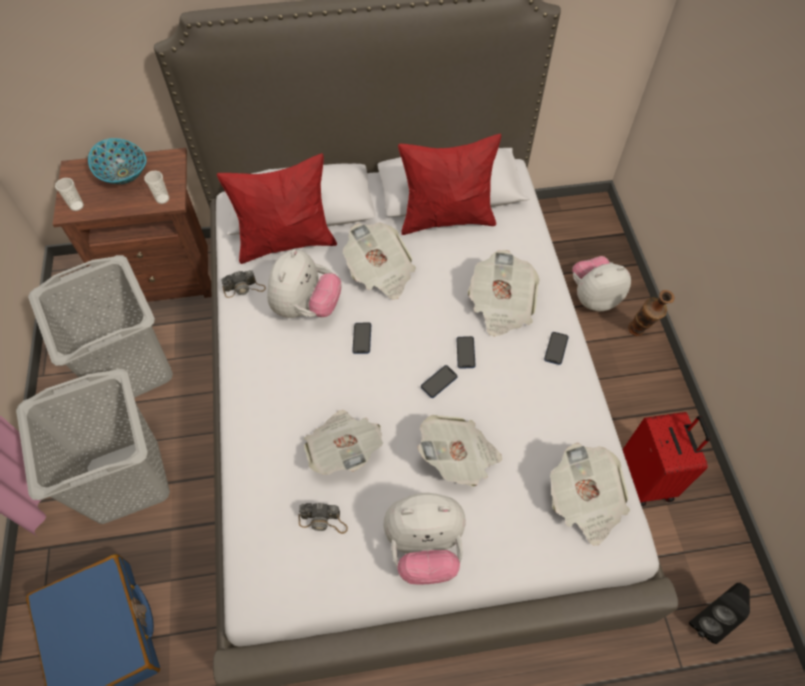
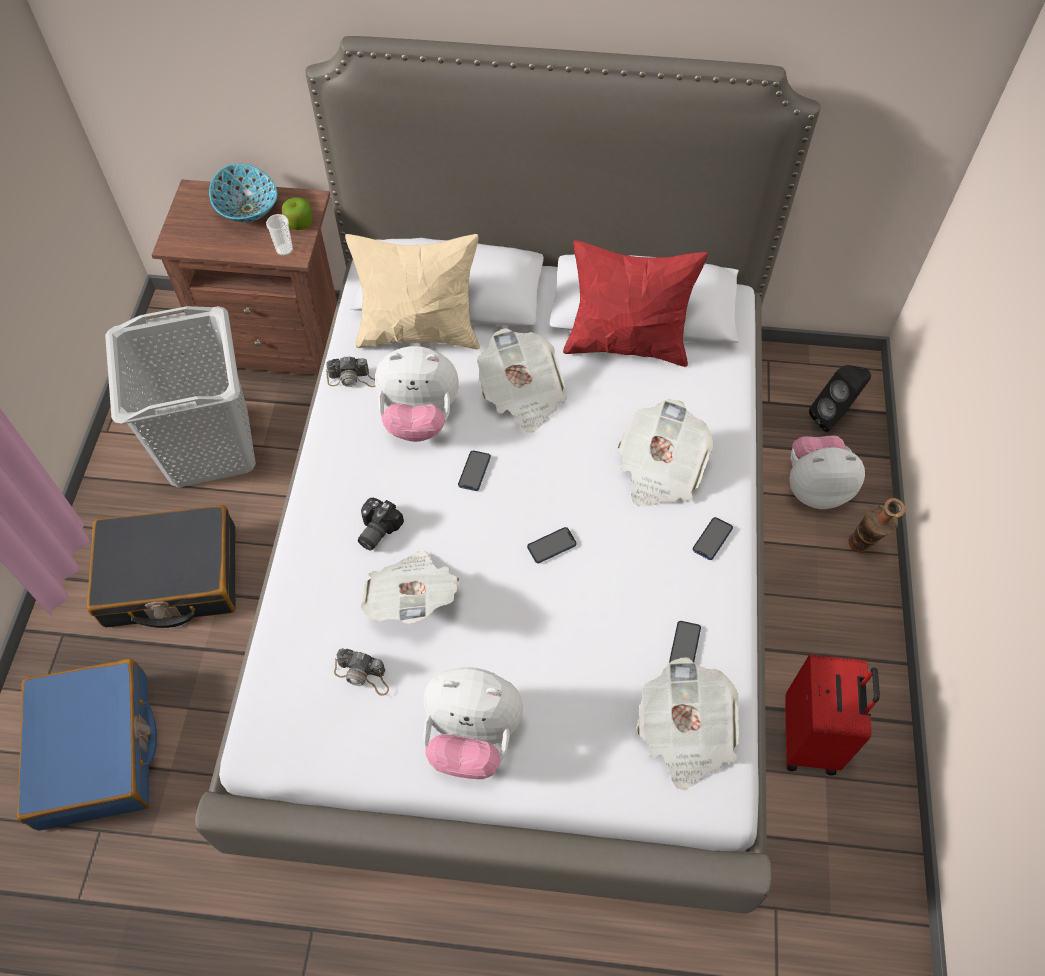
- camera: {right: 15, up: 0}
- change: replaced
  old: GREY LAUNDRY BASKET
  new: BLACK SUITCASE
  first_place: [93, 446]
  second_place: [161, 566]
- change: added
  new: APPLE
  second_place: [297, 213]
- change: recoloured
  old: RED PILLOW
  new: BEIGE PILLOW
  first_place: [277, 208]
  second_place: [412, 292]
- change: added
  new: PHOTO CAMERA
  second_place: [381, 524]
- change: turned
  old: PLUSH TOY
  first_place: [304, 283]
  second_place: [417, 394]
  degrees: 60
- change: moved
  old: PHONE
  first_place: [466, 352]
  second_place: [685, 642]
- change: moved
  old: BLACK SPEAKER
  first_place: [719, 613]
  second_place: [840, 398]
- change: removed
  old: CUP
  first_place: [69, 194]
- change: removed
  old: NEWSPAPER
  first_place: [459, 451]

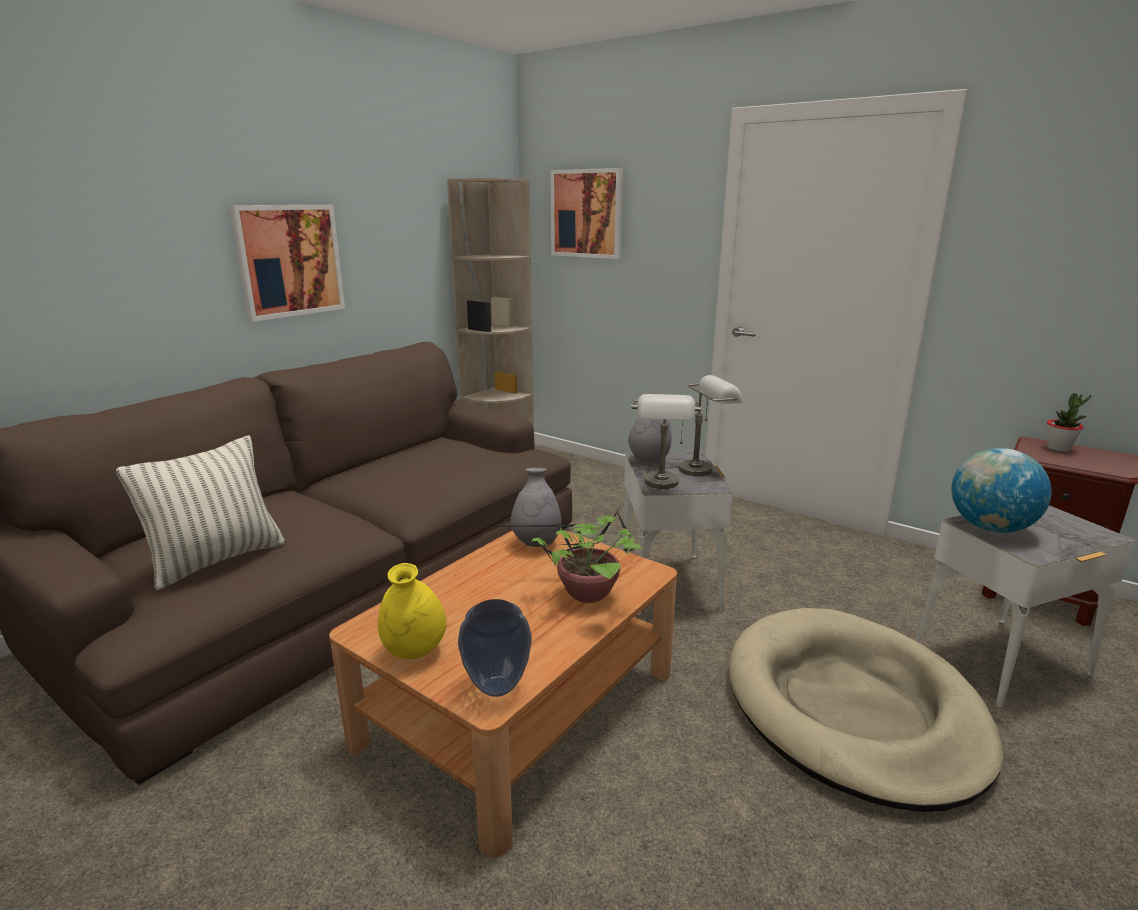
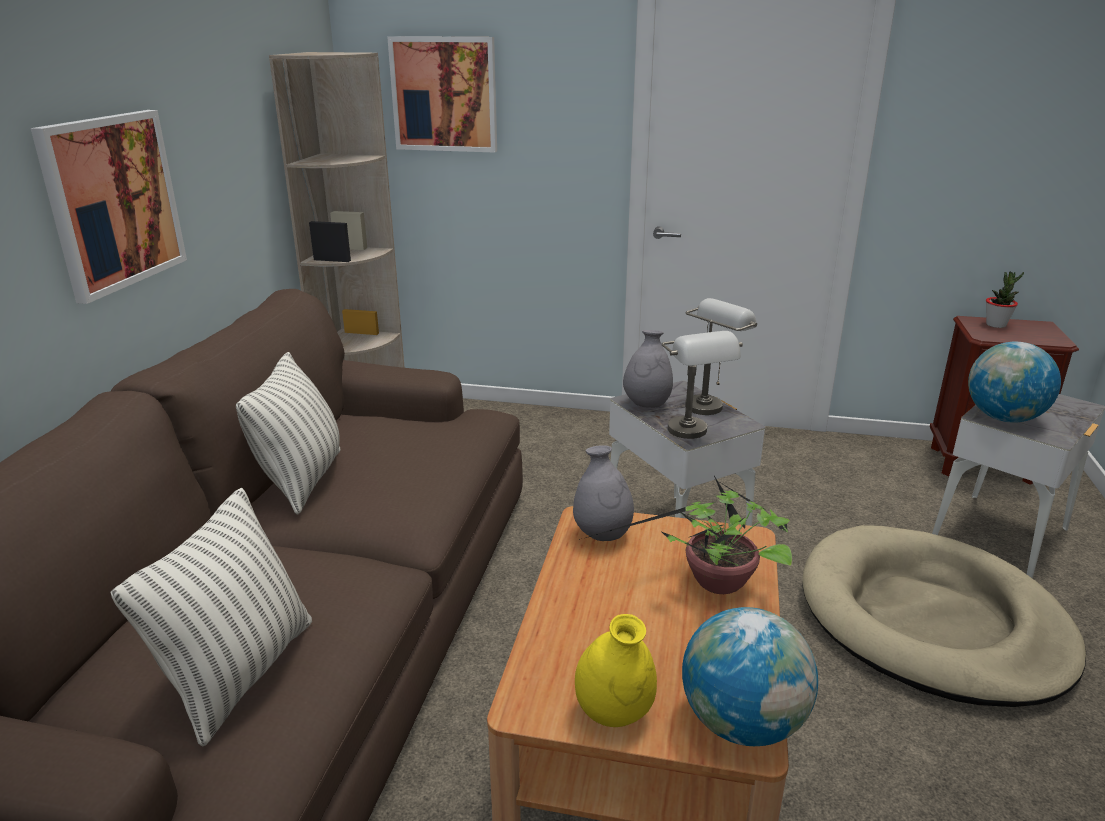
- camera: {right: -25, up: 5}
- change: added
  new: PILLOW
  second_place: [288, 433]
- change: replaced
  old: VASE
  new: GLOBE
  first_place: [495, 648]
  second_place: [750, 676]

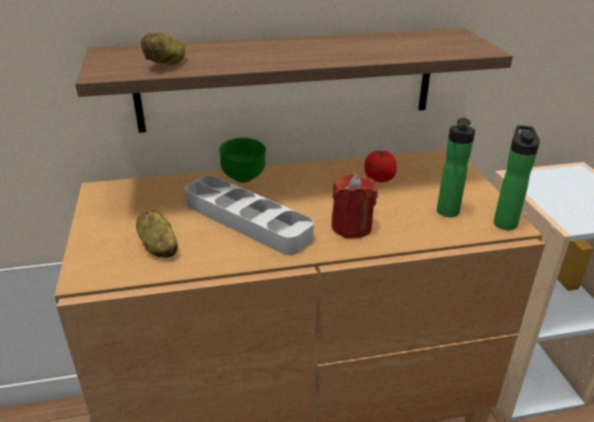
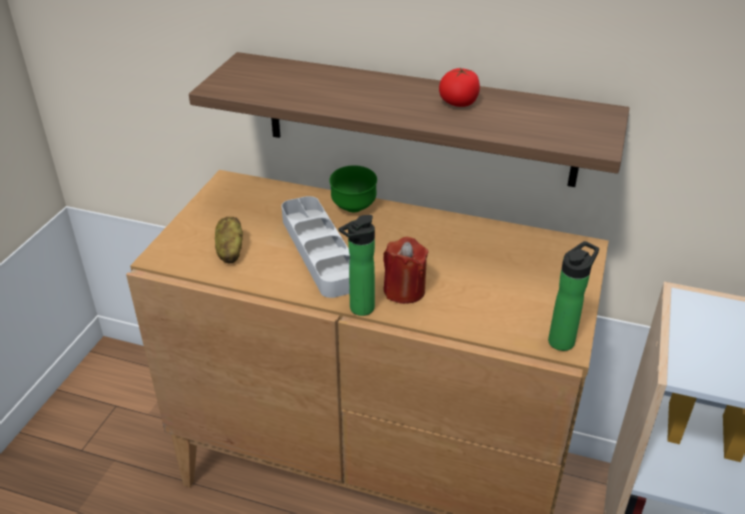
- camera: {right: 30, up: 5}
- change: moved
  old: BOTTLE
  first_place: [456, 167]
  second_place: [357, 265]
- change: moved
  old: TOMATO
  first_place: [380, 166]
  second_place: [459, 87]
- change: removed
  old: POTATO
  first_place: [163, 48]

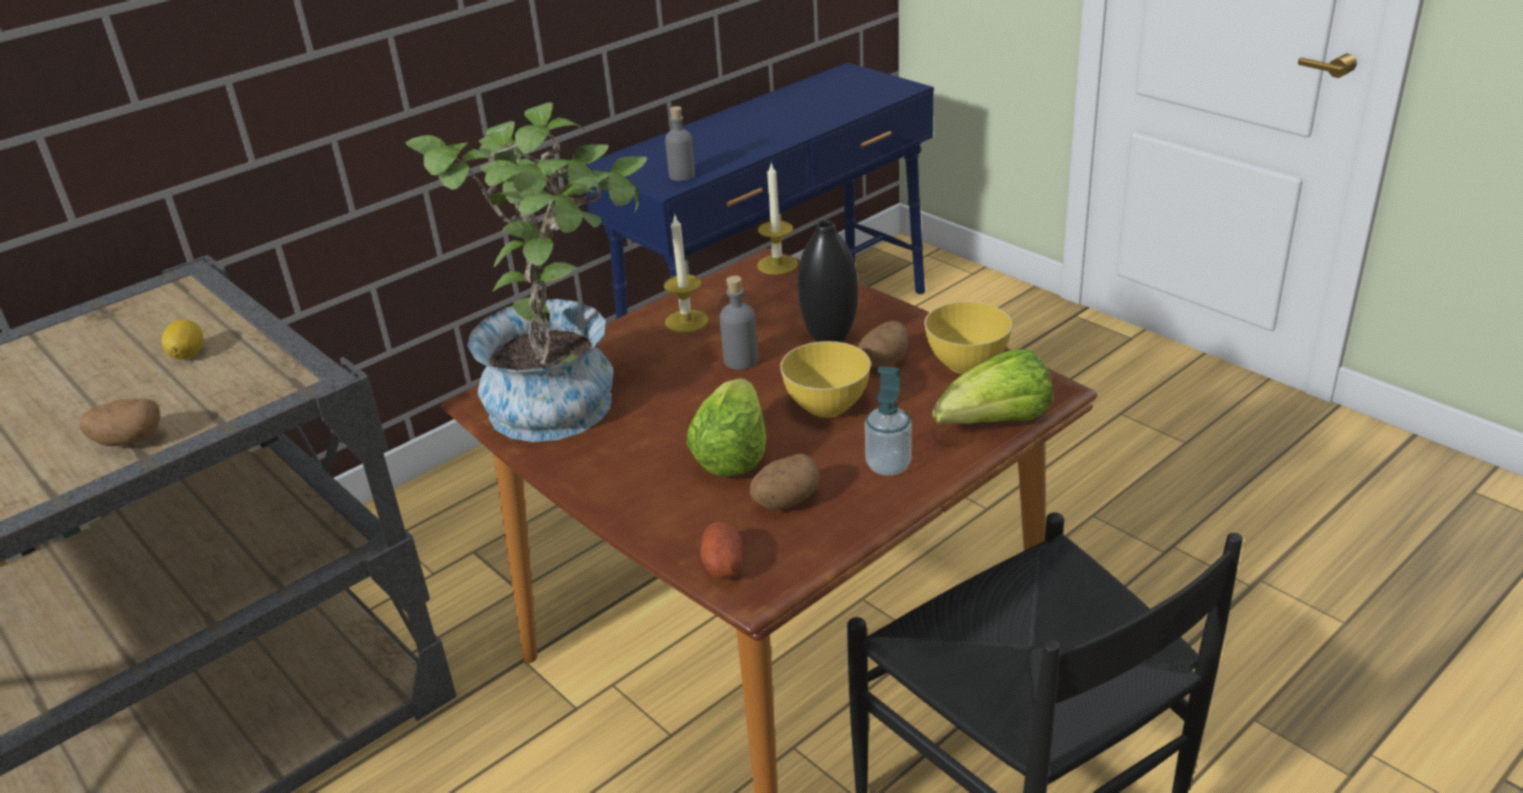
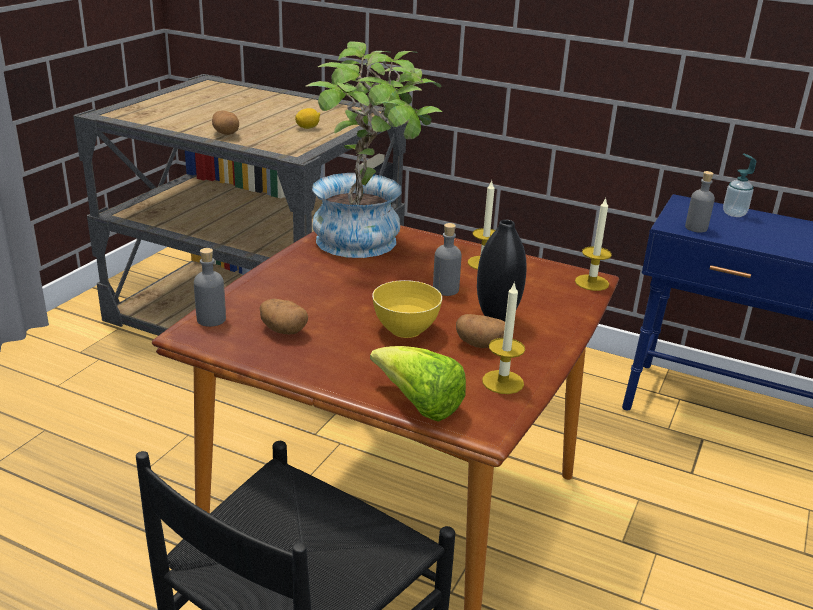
- camera: {right: 65, up: -5}
- change: replaced
  old: POTATO
  new: GREY BOTTLE
  first_place: [721, 550]
  second_place: [210, 287]
- change: replaced
  old: YELLOW BOWL
  new: CANDLE
  first_place: [968, 337]
  second_place: [503, 337]
- change: moved
  old: SOAP DISPENSER
  first_place: [888, 421]
  second_place: [739, 185]
- change: removed
  old: LETTUCE
  first_place: [726, 427]

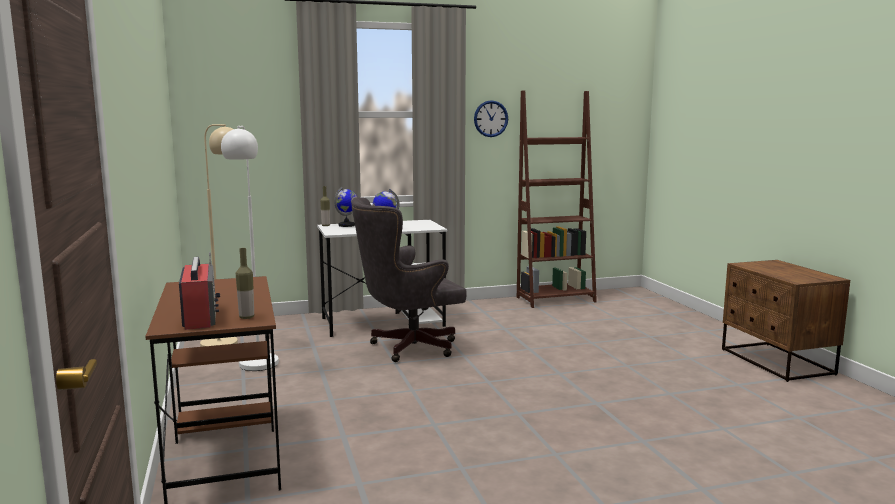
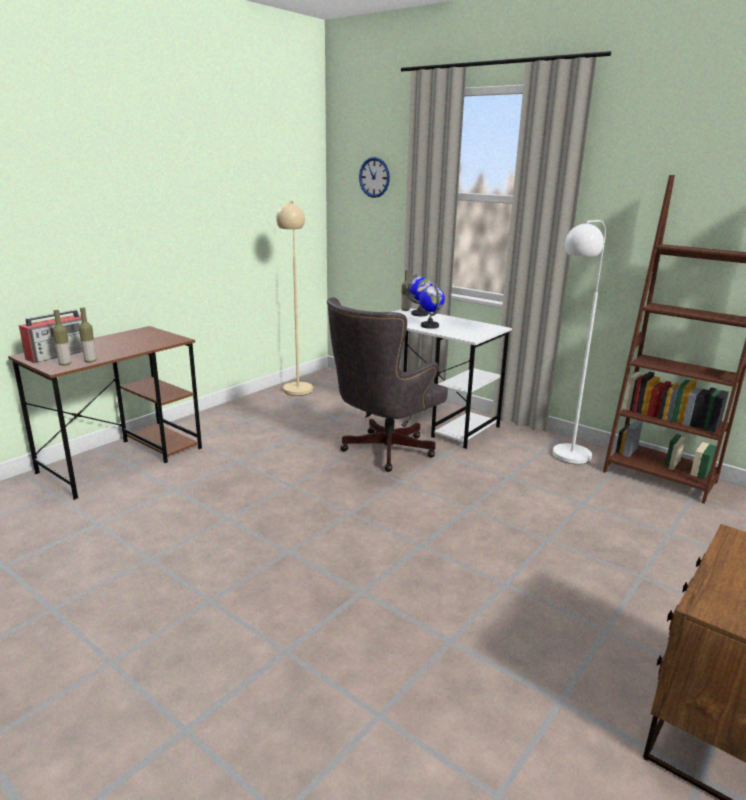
- camera: {right: 55, up: 10}
- change: added
  new: BOTTLE
  second_place: [87, 335]
- change: turned
  old: GREY OFFICE CHAIR
  first_place: [409, 279]
  second_place: [387, 384]
  degrees: -75
- change: moved
  old: WALL CLOCK
  first_place: [491, 118]
  second_place: [374, 177]
- change: moved
  old: WHITE FLOOR LAMP
  first_place: [250, 248]
  second_place: [579, 342]

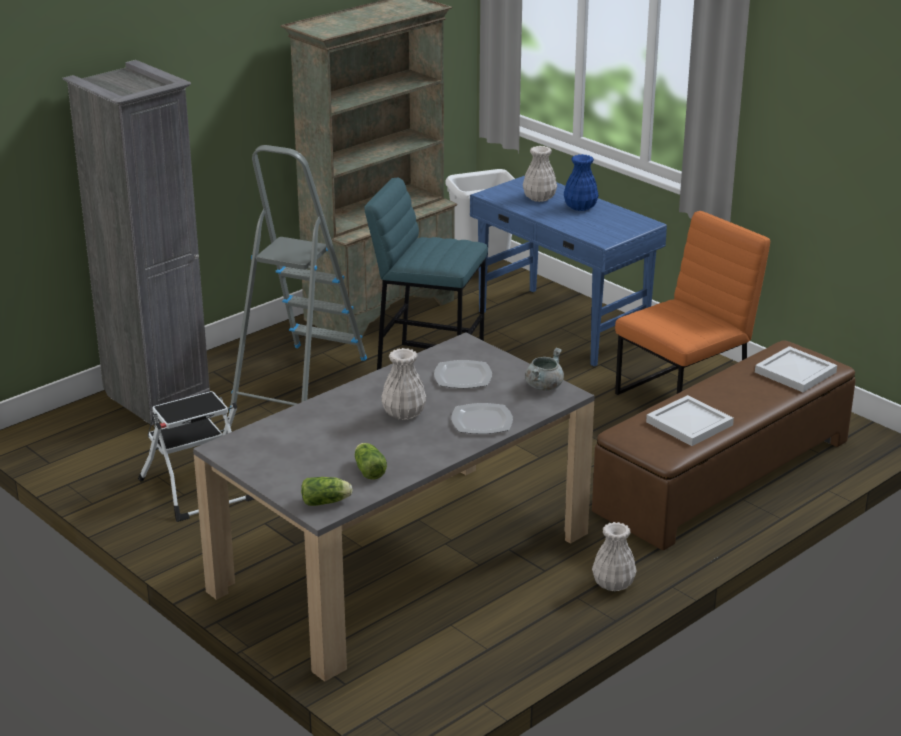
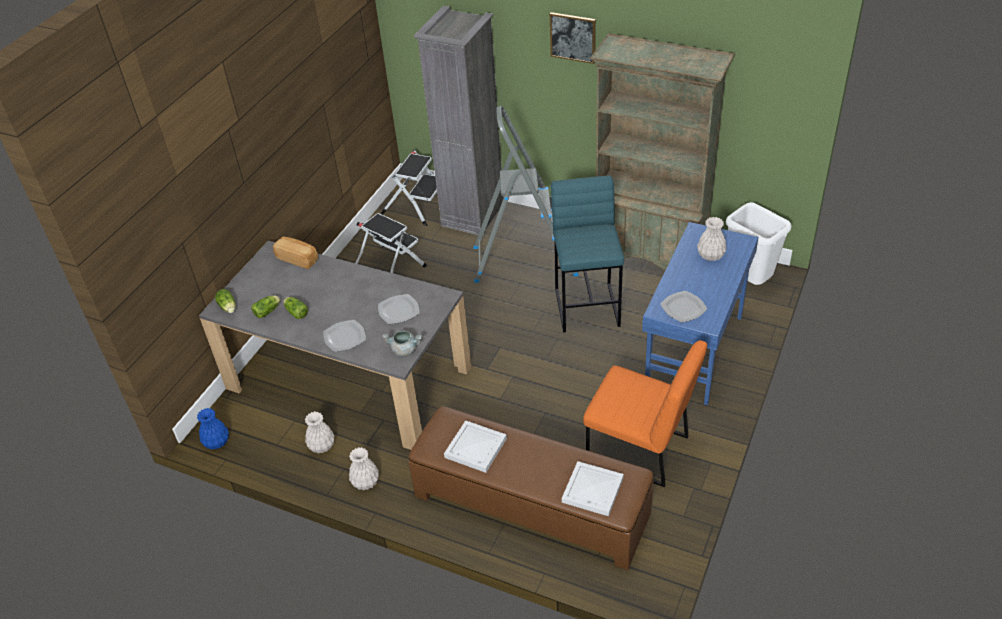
- camera: {right: 70, up: 15}
- change: moved
  old: BLUE VASE
  first_place: [581, 182]
  second_place: [213, 428]
- change: added
  new: BREAD
  second_place: [295, 253]
- change: added
  new: LETTUCE
  second_place: [295, 308]
- change: moved
  old: WHITE VASE
  first_place: [403, 384]
  second_place: [319, 432]
- change: added
  new: STEP LADDER
  second_place: [408, 188]
- change: added
  new: PICTURE
  second_place: [573, 38]
- change: added
  new: PLATE
  second_place: [683, 307]

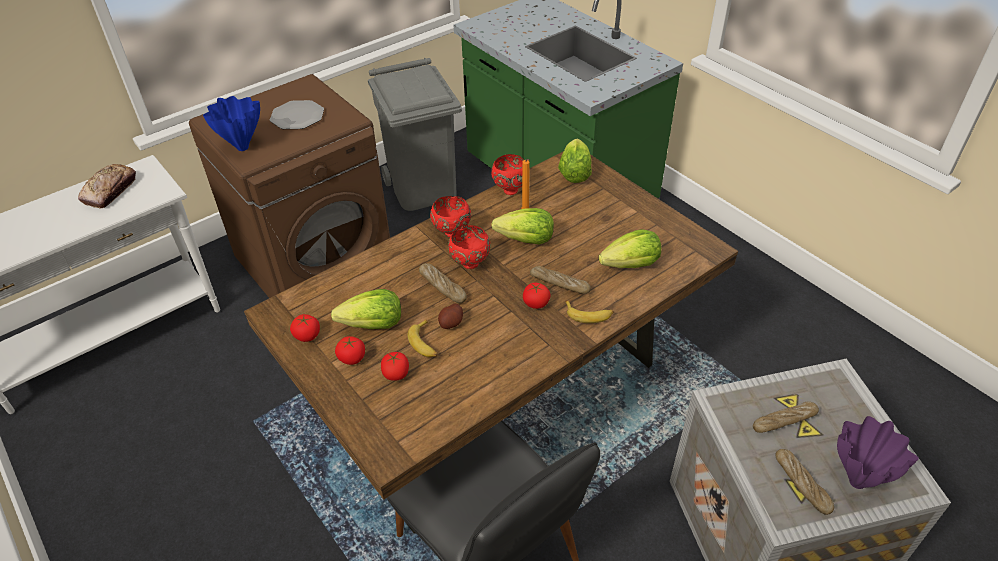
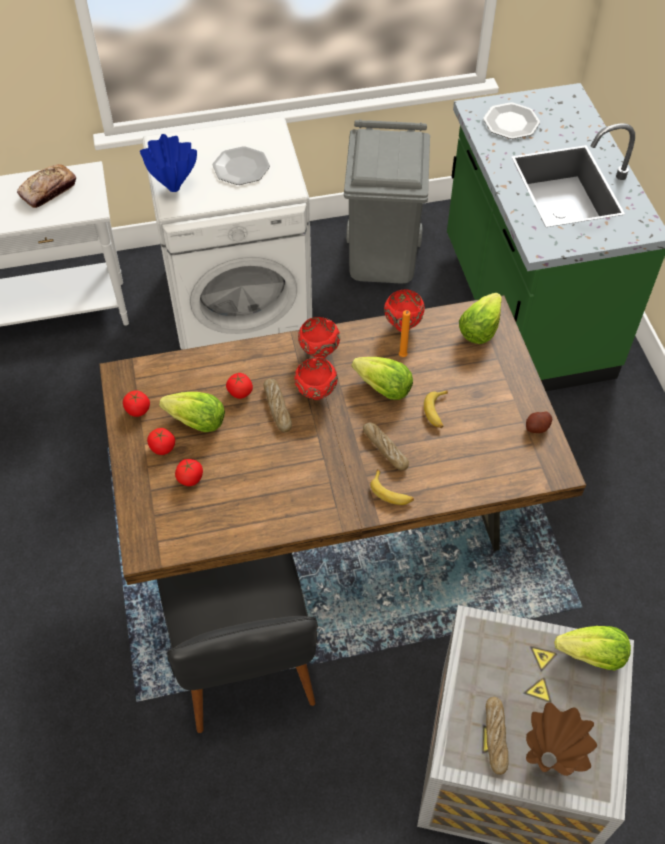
- camera: {right: 25, up: 10}
- change: recoloured
  old: BROWN WASHING MACHINE
  new: WHITE WASHING MACHINE
  first_place: [289, 186]
  second_place: [227, 233]
- change: moved
  old: TOMATO
  first_place: [537, 296]
  second_place: [239, 386]
- change: moved
  old: BANANA
  first_place: [422, 338]
  second_place: [436, 409]
- change: added
  new: PLATE
  second_place: [511, 120]
- change: moved
  old: POTATO
  first_place: [450, 316]
  second_place: [539, 422]
- change: recoloured
  old: PURPLE VASE
  new: BROWN VASE
  first_place: [878, 452]
  second_place: [561, 739]
- change: moved
  old: LETTUCE
  first_place: [630, 248]
  second_place: [592, 648]
- change: removed
  old: BREAD
  first_place: [786, 417]

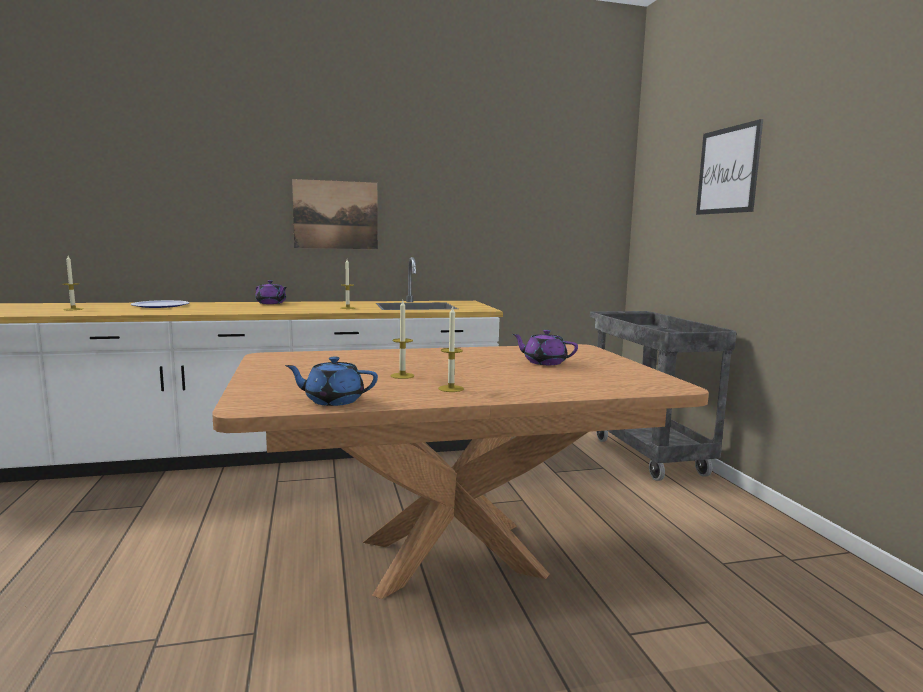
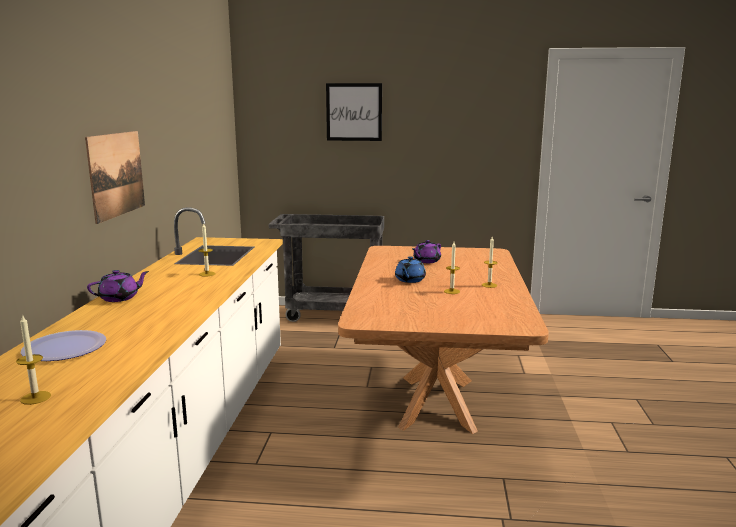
- camera: {right: -70, up: 5}
- change: moved
  old: BLUE TEAPOT
  first_place: [331, 381]
  second_place: [410, 269]

